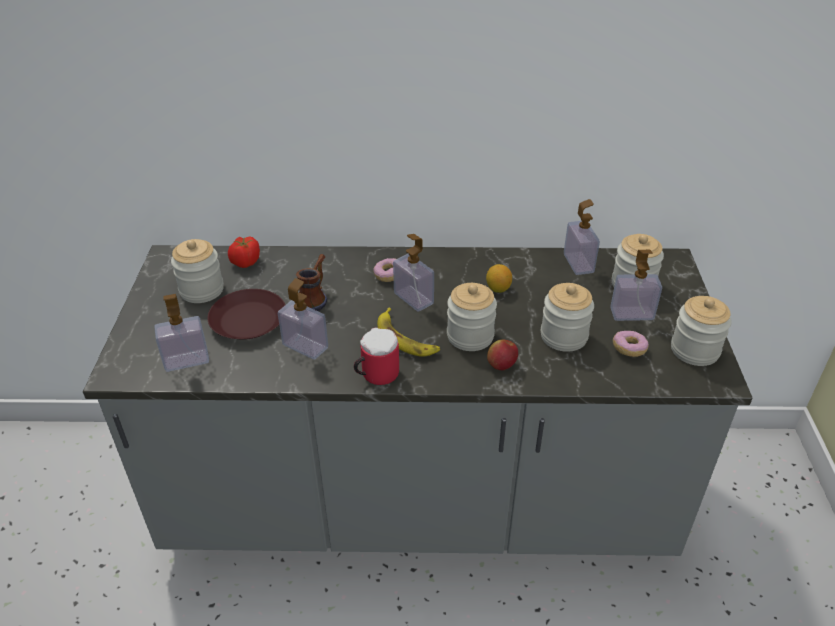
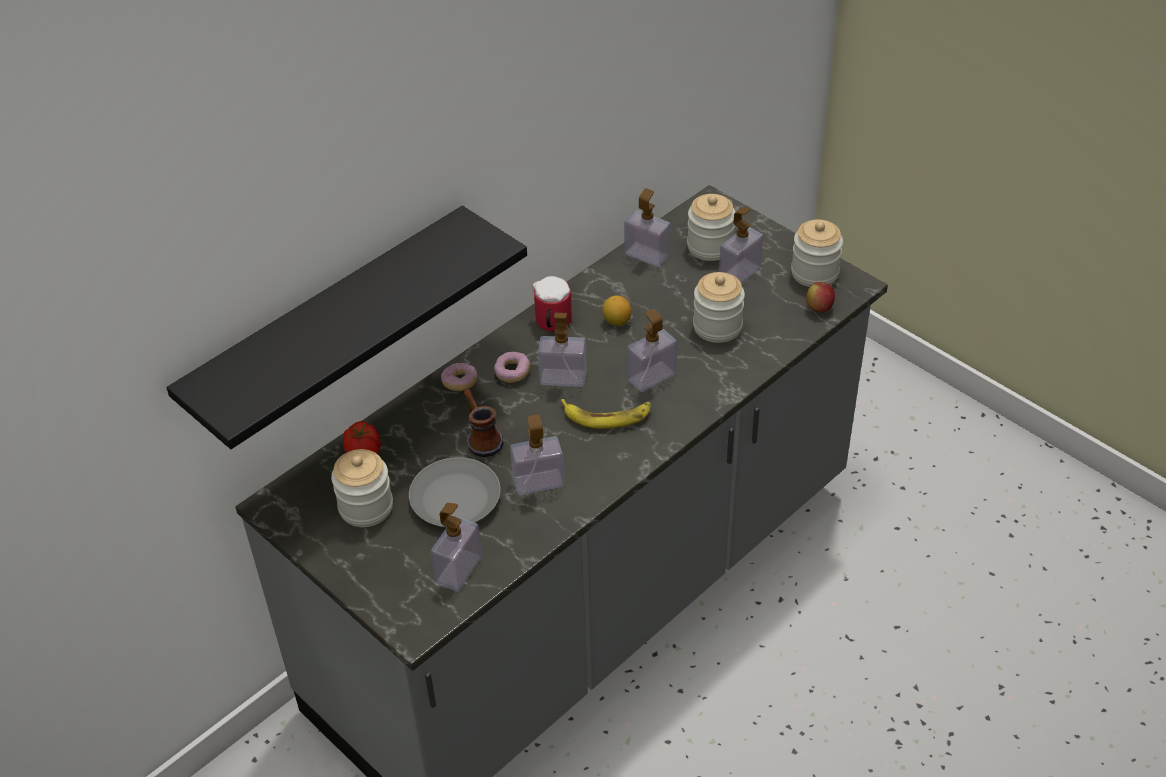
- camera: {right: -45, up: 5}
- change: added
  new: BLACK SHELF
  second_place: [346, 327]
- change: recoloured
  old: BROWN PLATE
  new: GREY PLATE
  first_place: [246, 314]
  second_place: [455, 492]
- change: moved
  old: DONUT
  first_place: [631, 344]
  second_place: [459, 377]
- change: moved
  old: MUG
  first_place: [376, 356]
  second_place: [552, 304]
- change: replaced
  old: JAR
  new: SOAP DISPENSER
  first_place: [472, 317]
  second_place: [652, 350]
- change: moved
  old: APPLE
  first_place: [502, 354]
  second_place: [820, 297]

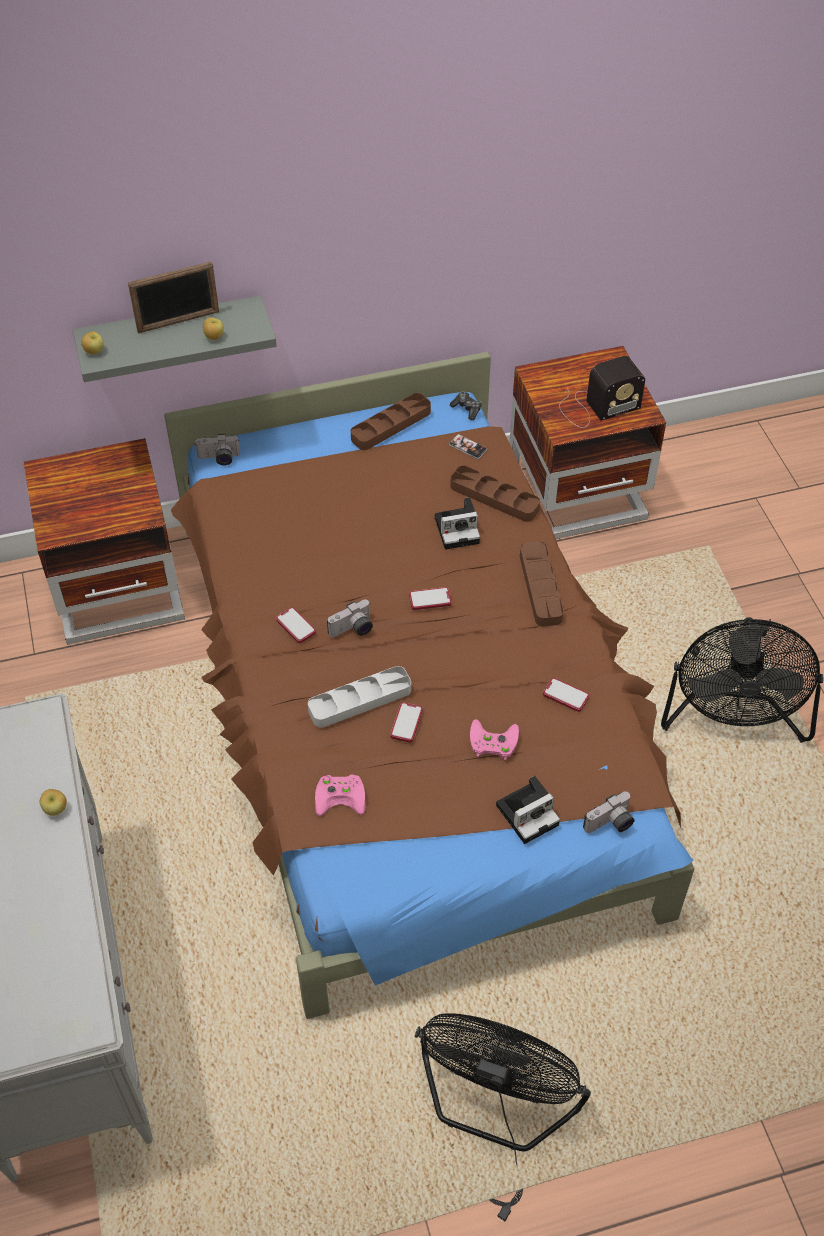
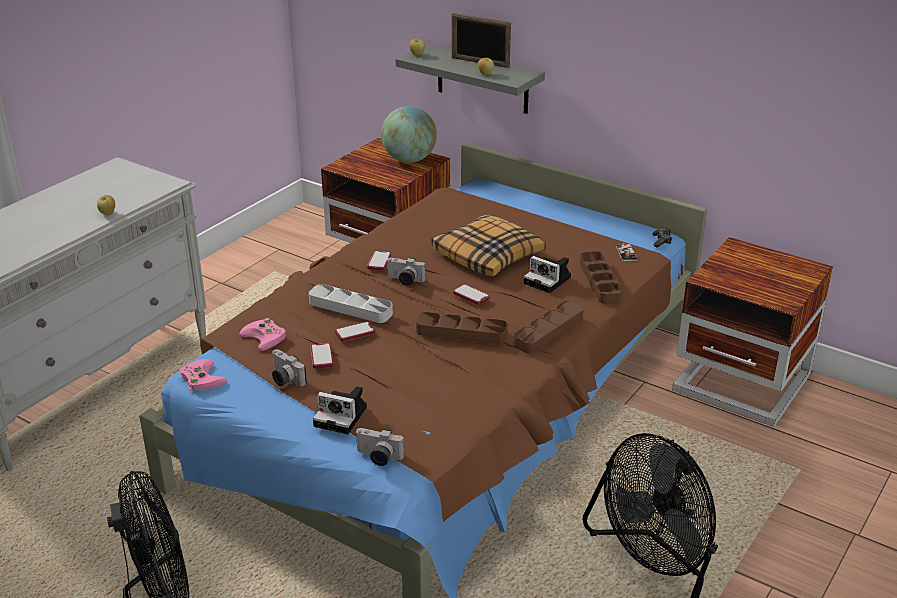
- camera: {right: 50, up: -20}
- change: moved
  old: PINK GAME CONTROLLER
  first_place: [494, 739]
  second_place: [203, 375]
- change: moved
  old: PHOTO CAMERA
  first_place: [217, 450]
  second_place: [289, 367]
- change: moved
  old: PHONE
  first_place: [566, 695]
  second_place: [322, 355]
- change: added
  new: GLOBE
  second_place: [409, 134]
- change: moved
  old: BROWN TRAY
  first_place: [391, 421]
  second_place: [462, 328]
- change: added
  new: PILLOW
  second_place: [489, 245]
- change: removed
  old: RADIO
  first_place: [602, 392]

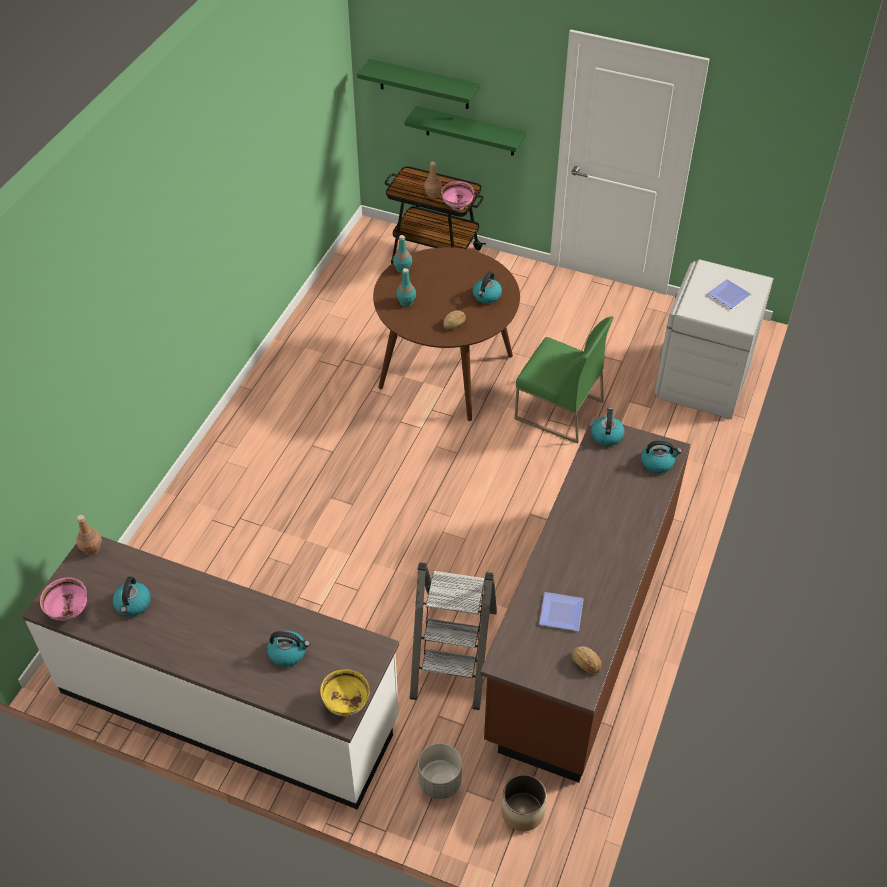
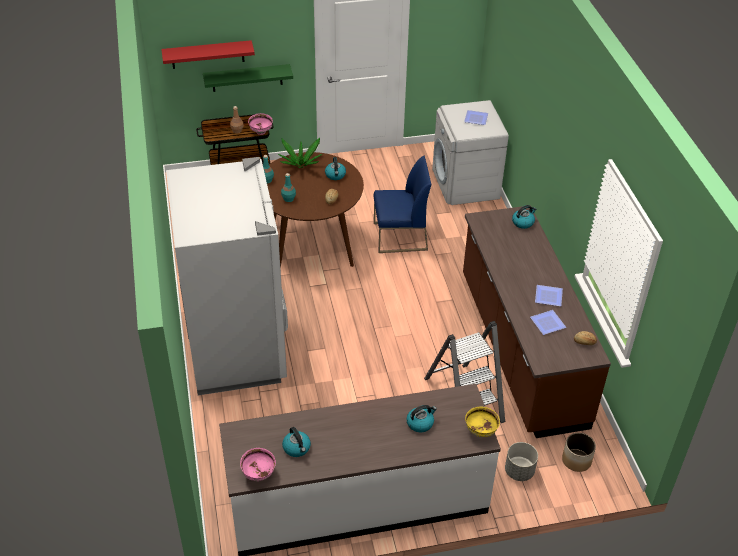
- camera: {right: -35, up: -5}
- change: recoloured
  old: GREEN SHELF
  new: RED SHELF
  first_place: [418, 84]
  second_place: [208, 54]
- change: added
  new: WHITE FRIDGE
  second_place: [227, 276]
- change: added
  new: POTTED PLANT
  second_place: [300, 153]
- change: recoloured
  old: GREEN CHAIR
  new: BLUE CHAIR
  first_place: [564, 380]
  second_place: [402, 204]
- change: added
  new: PLATE
  second_place: [549, 295]
- change: removed
  old: BROWN BOTTLE
  first_place: [89, 535]
- change: removed
  old: KETTLE
  first_place: [608, 427]

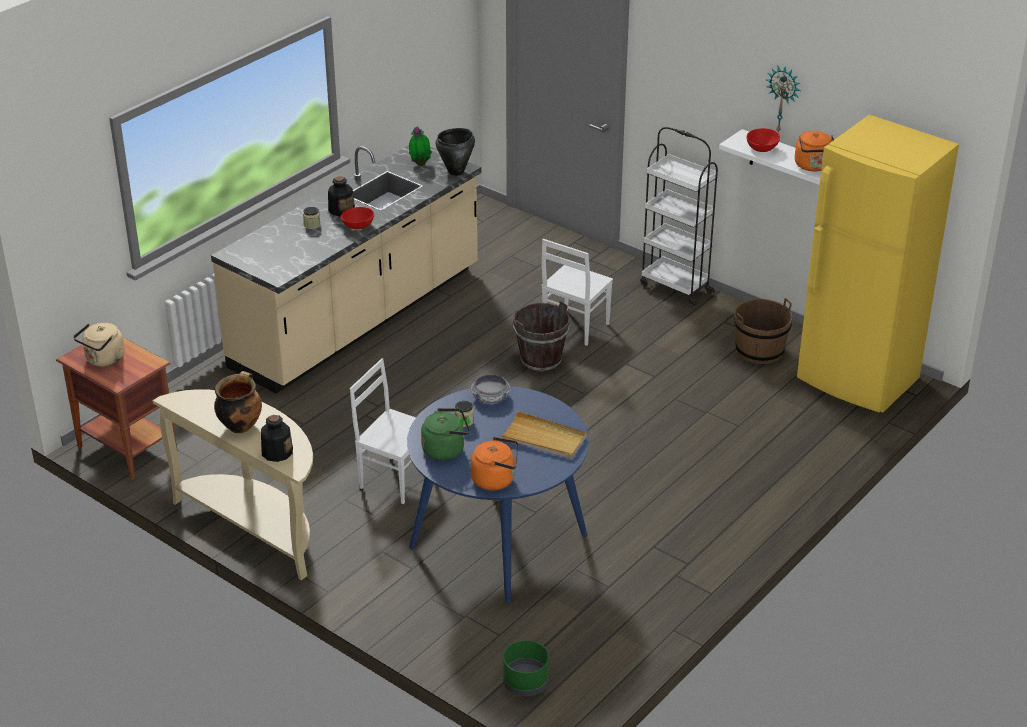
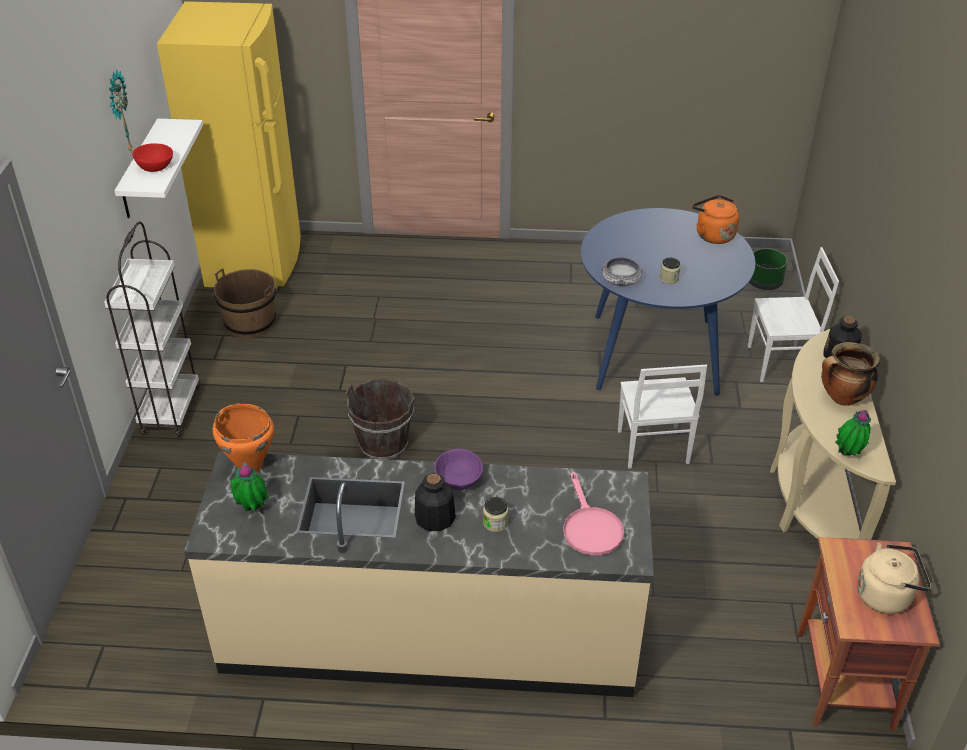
- camera: {right: -125, up: 5}
- change: recoloured
  old: BLACK COOKING POT
  new: ORANGE COOKING POT
  first_place: [455, 152]
  second_place: [243, 438]
- change: recoloured
  old: RED BOWL
  new: PURPLE BOWL
  first_place: [357, 218]
  second_place: [458, 469]
- change: added
  new: PINK FRYING PAN
  second_place: [593, 513]
- change: moved
  old: WHITE CHAIR
  first_place: [577, 292]
  second_place: [793, 314]
- change: added
  new: POTTED PLANT
  second_place: [853, 433]
- change: removed
  old: GREEN KETTLE
  first_place: [445, 434]
- change: removed
  old: BEIGE TRAY
  first_place: [543, 434]
- change: removed
  old: ORANGE KETTLE
  first_place: [814, 151]

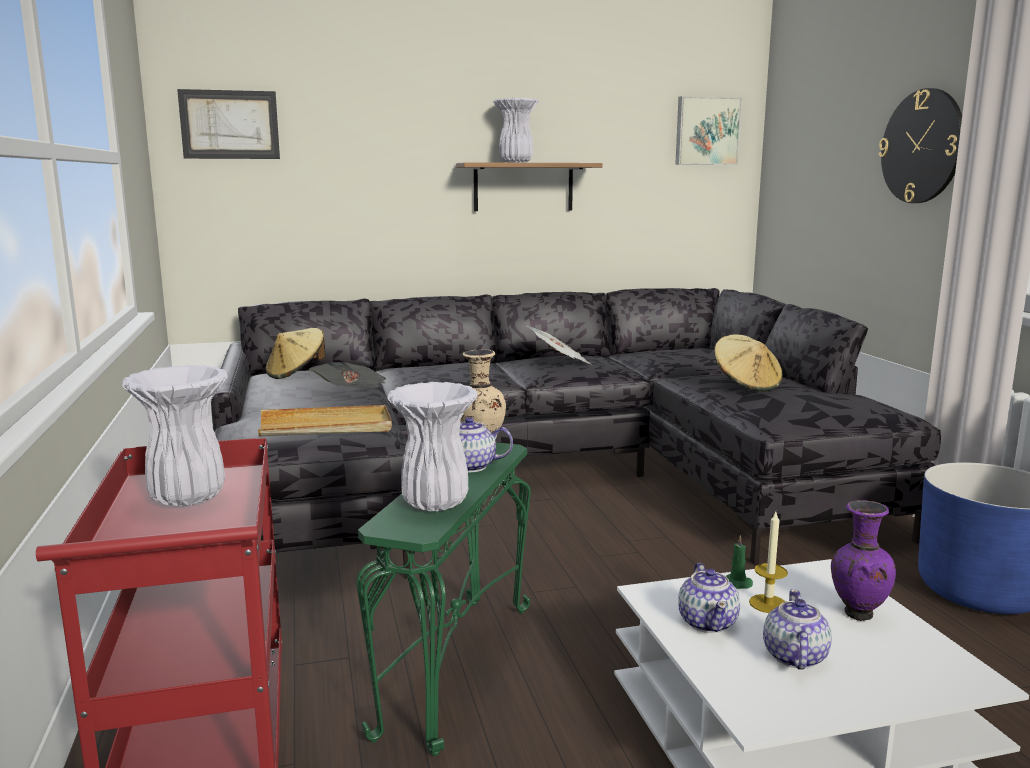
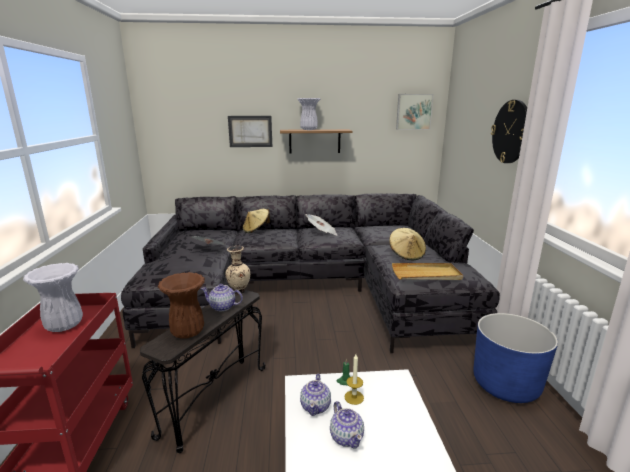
- camera: {right: 10, up: 5}
- change: recoloured
  old: GREEN SIDE TABLE
  new: BLACK SIDE TABLE
  first_place: [443, 599]
  second_place: [203, 371]
- change: recoloured
  old: WHITE VASE
  new: BROWN VASE
  first_place: [432, 446]
  second_place: [181, 305]
- change: moved
  old: PICTURE
  first_place: [228, 124]
  second_place: [250, 131]
- change: moved
  old: BEIGE HAT
  first_place: [296, 353]
  second_place: [256, 221]
- change: turned
  old: TEAPOT
  first_place: [797, 629]
  second_place: [347, 425]
  degrees: 135
- change: moved
  old: BEIGE TRAY
  first_place: [325, 420]
  second_place: [427, 271]
- change: removed
  old: PURPLE VASE
  first_place: [863, 560]

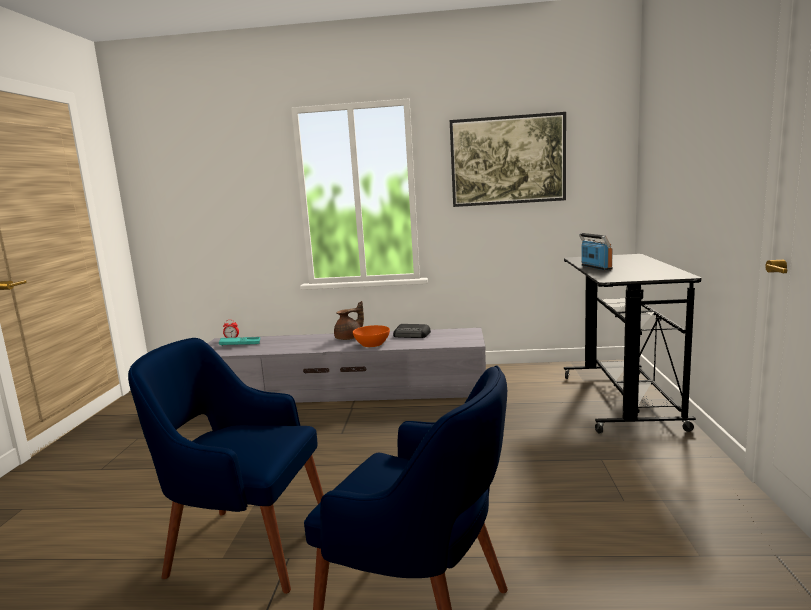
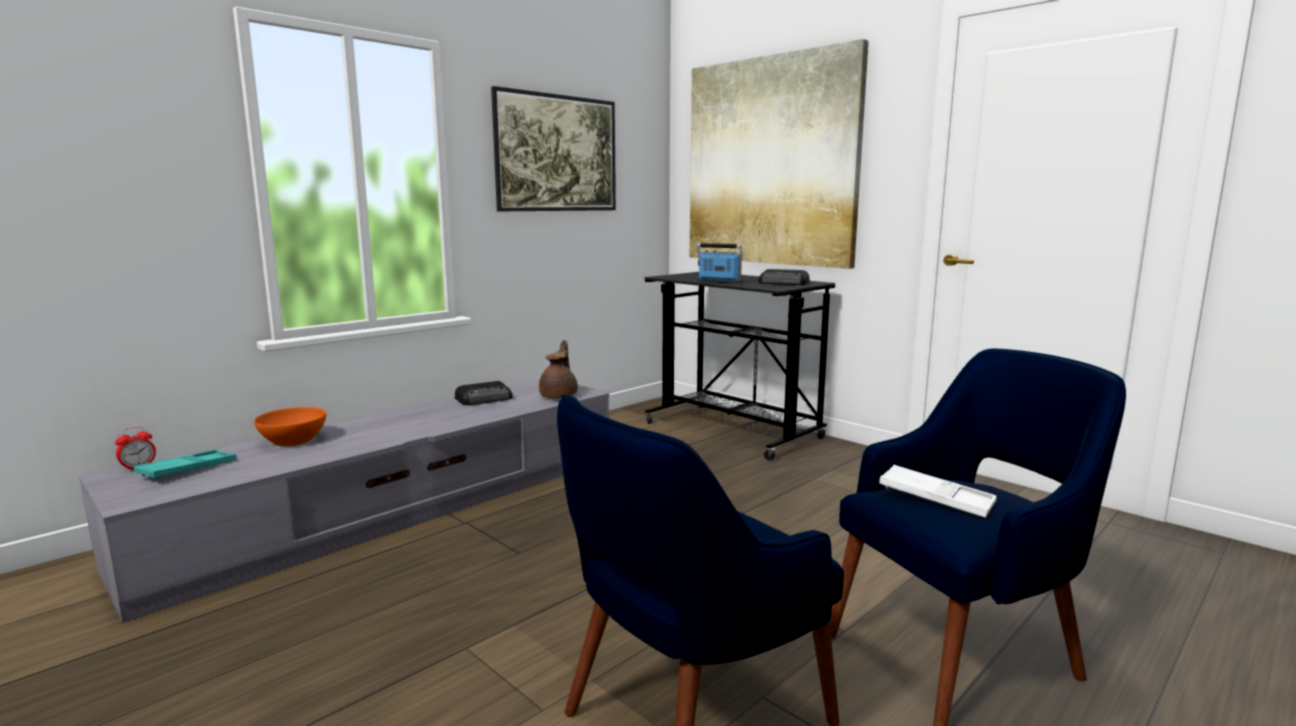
- camera: {right: -50, up: 0}
- change: moved
  old: ORANGE BOWL
  first_place: [371, 336]
  second_place: [290, 426]
- change: moved
  old: BROWN TEAPOT
  first_place: [349, 320]
  second_place: [558, 369]
- change: added
  new: PICTURE
  second_place: [779, 154]
- change: added
  new: RADIO
  second_place: [783, 277]
- change: added
  new: WHITE TRAY
  second_place: [938, 491]

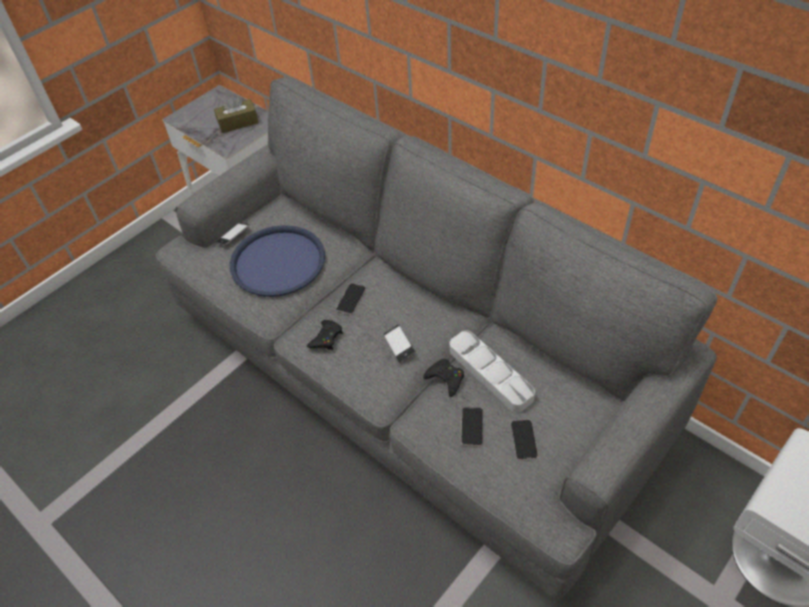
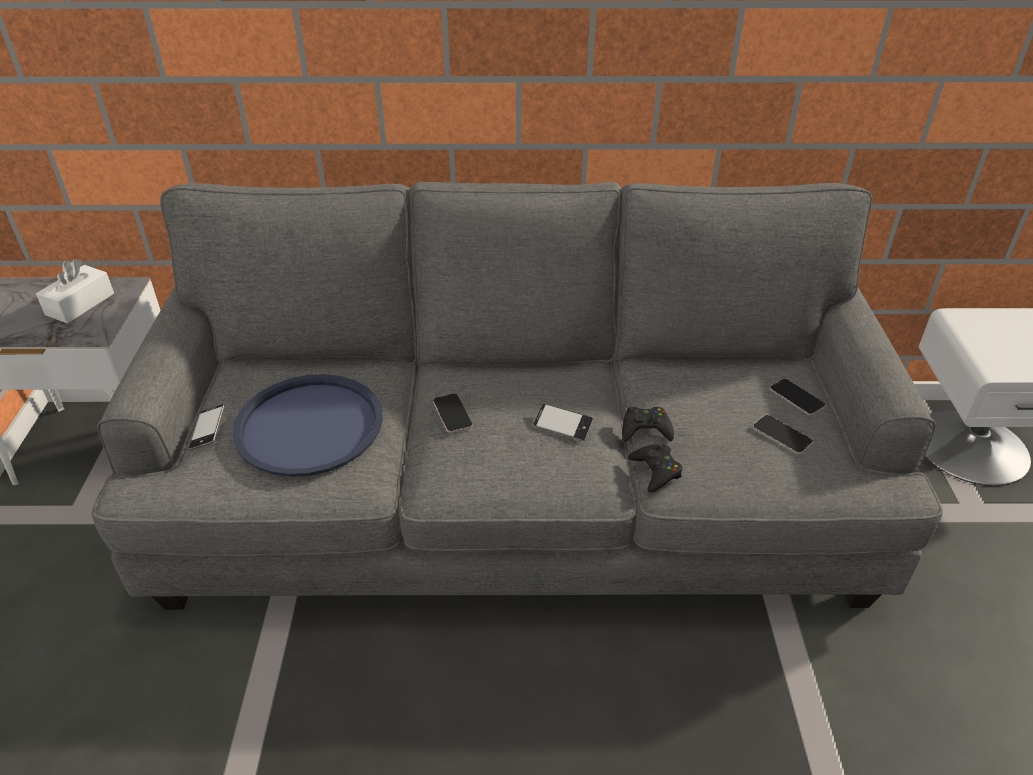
- camera: {right: -45, up: -10}
- change: recoloured
  old: BROWN TISSUE BOX
  new: WHITE TISSUE BOX
  first_place: [236, 114]
  second_place: [75, 291]
- change: moved
  old: BLACK GAME CONTROLLER
  first_place: [325, 335]
  second_place: [655, 468]
- change: moved
  old: PHONE
  first_place: [472, 426]
  second_place: [798, 396]
- change: removed
  old: GREY TRAY
  first_place: [492, 372]

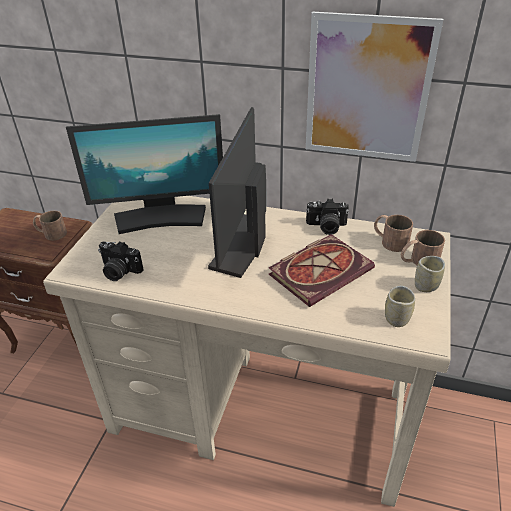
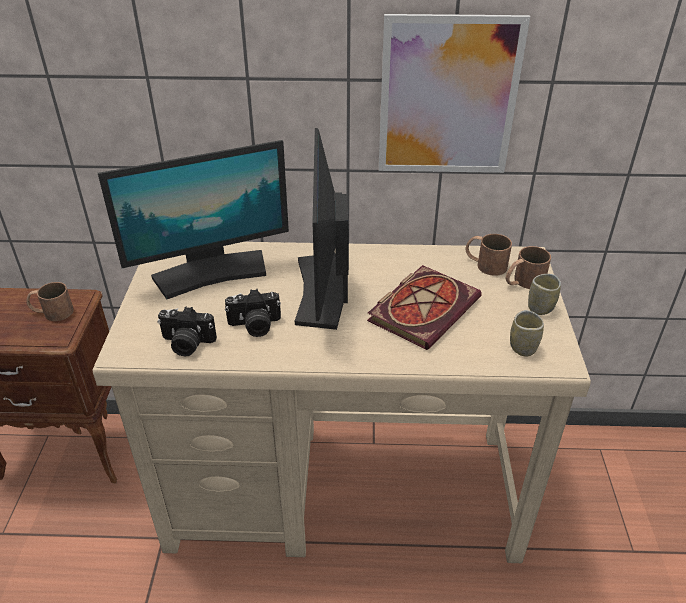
- camera: {right: -15, up: 0}
- change: moved
  old: PHOTO CAMERA
  first_place: [327, 216]
  second_place: [253, 313]

